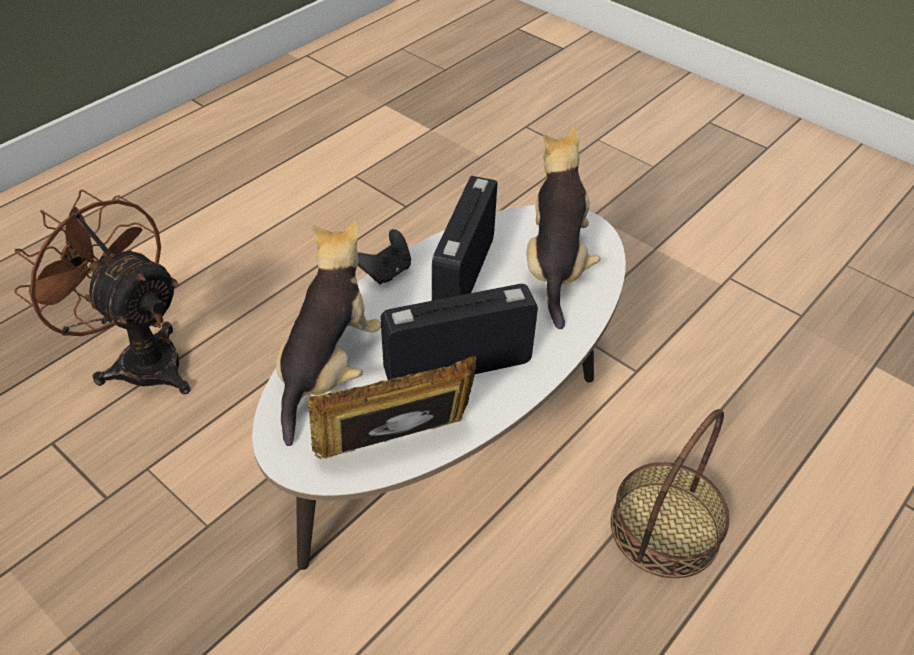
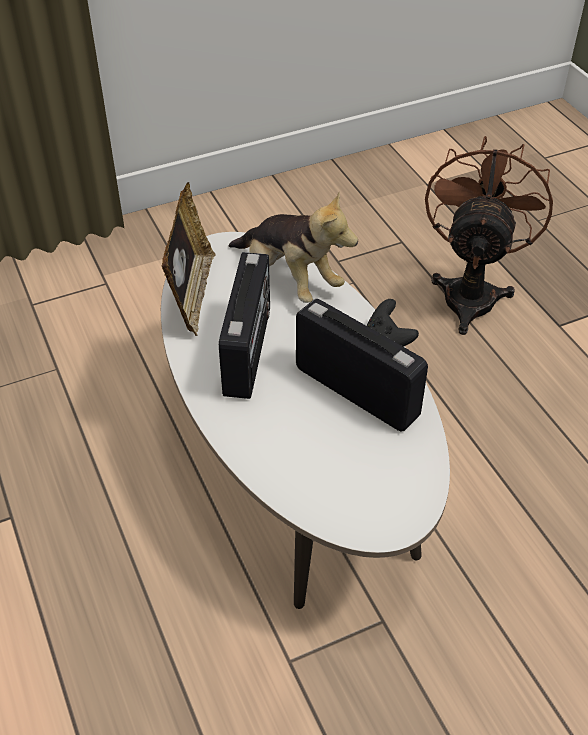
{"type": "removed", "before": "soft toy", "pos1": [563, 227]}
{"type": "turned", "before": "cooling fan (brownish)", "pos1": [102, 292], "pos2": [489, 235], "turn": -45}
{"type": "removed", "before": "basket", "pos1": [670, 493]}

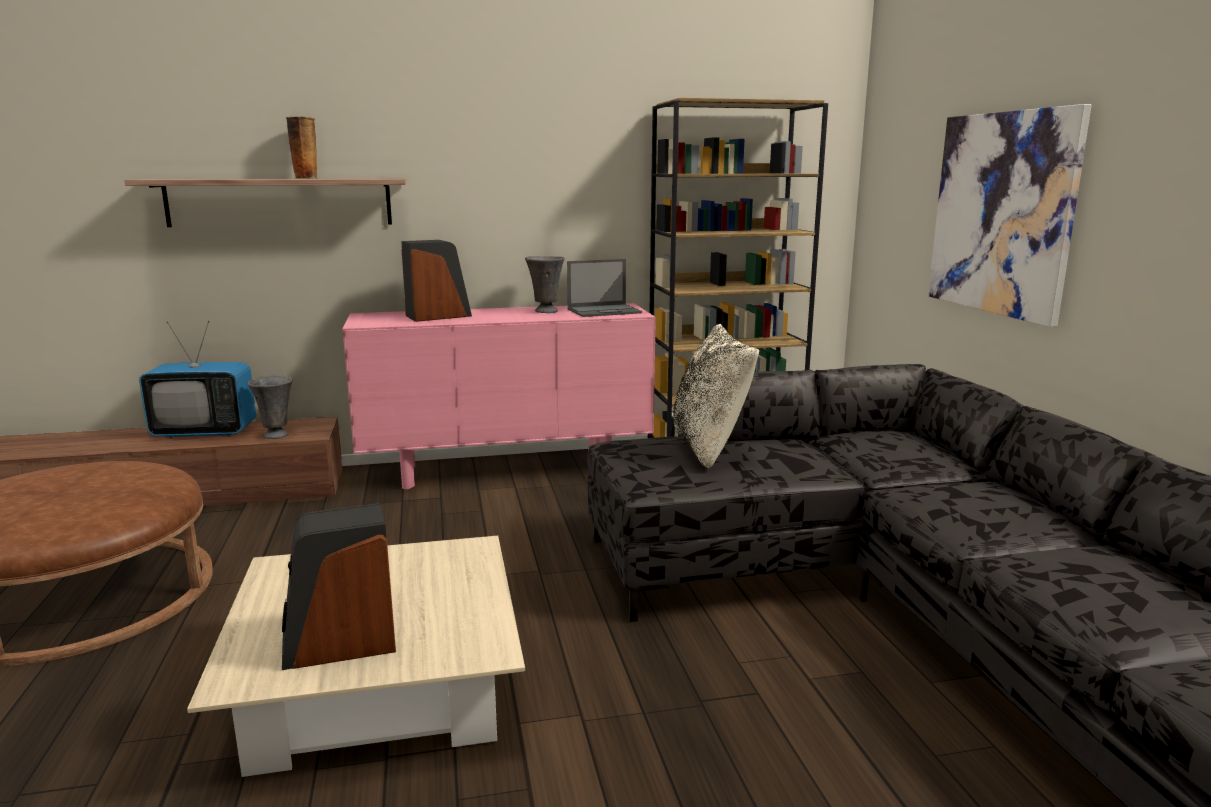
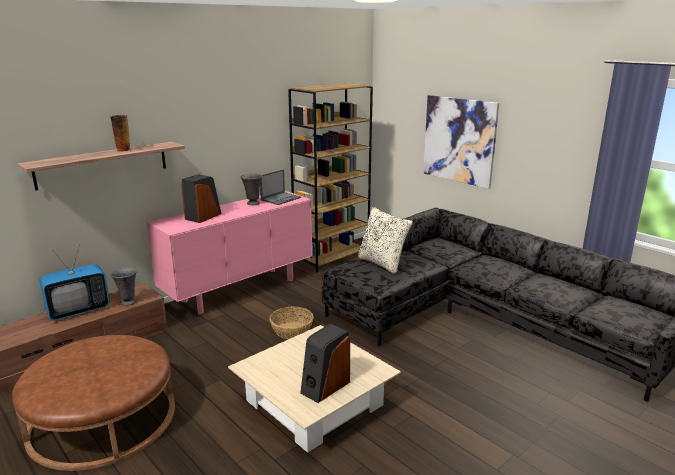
{"type": "added", "after": "basket", "pos2": [292, 323]}

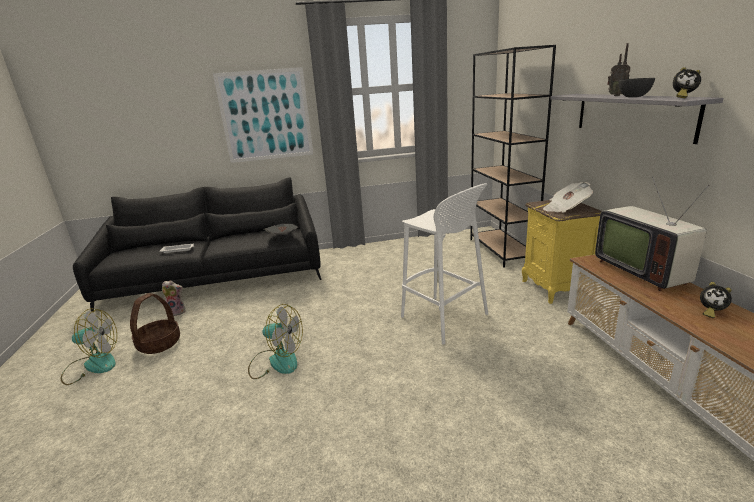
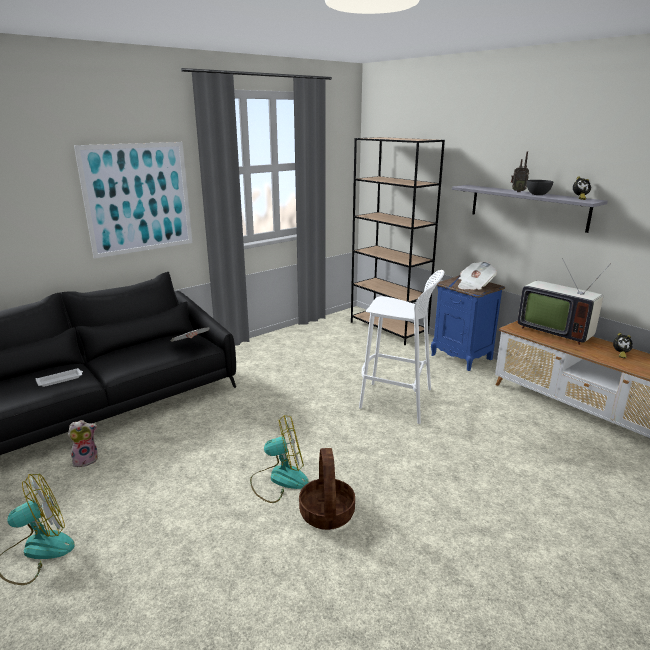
{"type": "recoloured", "before": "night table (yellowish)", "after": "night table (blue-coloured)", "pos1": [562, 252], "pos2": [468, 323]}
{"type": "moved", "before": "basket", "pos1": [155, 323], "pos2": [327, 489]}

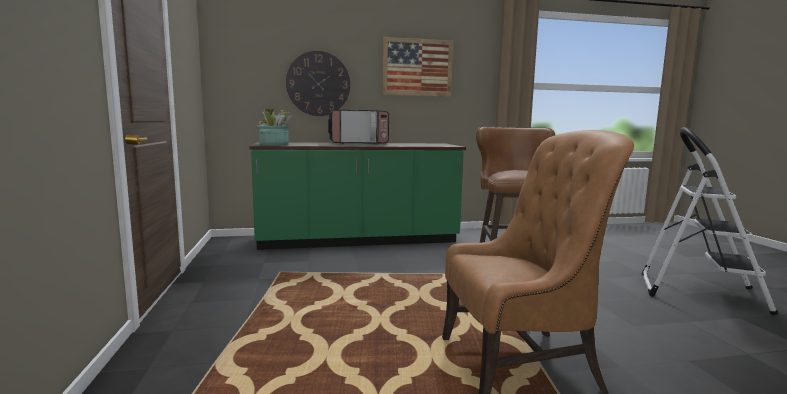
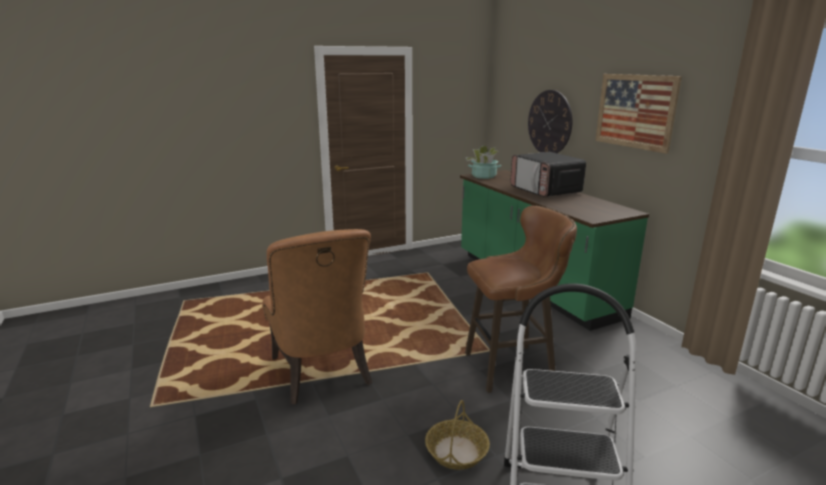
{"type": "added", "after": "basket", "pos2": [457, 435]}

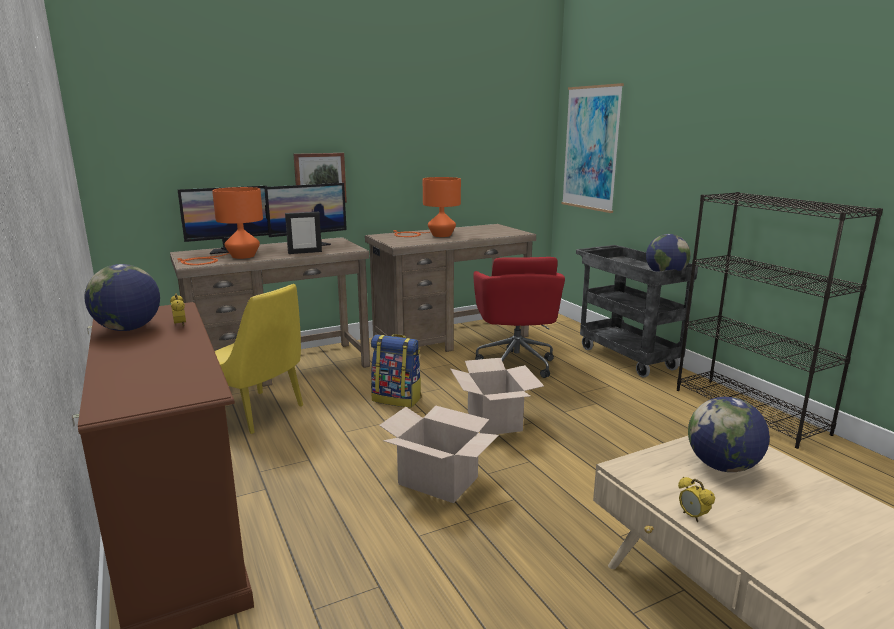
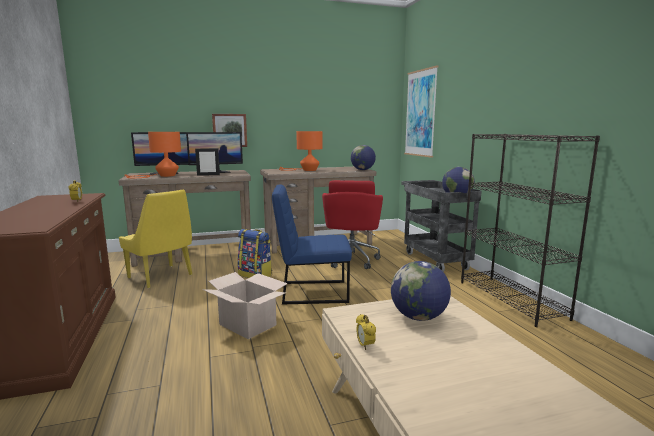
{"type": "moved", "before": "desk globe", "pos1": [122, 297], "pos2": [363, 157]}
{"type": "replaced", "before": "packing box", "after": "chair (blue-coloured)", "pos1": [497, 396], "pos2": [312, 244]}

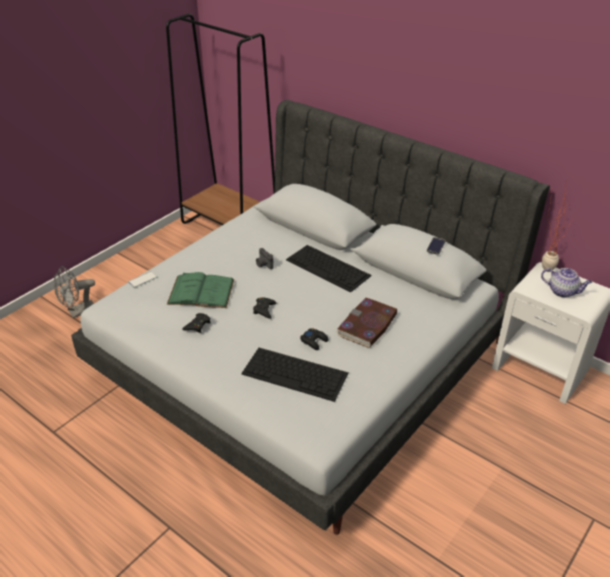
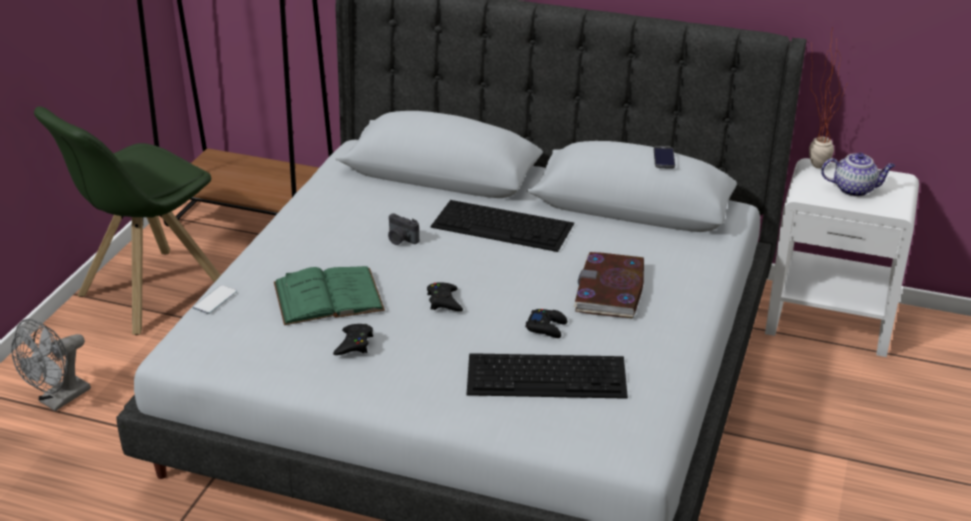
{"type": "added", "after": "chair (greenish)", "pos2": [127, 220]}

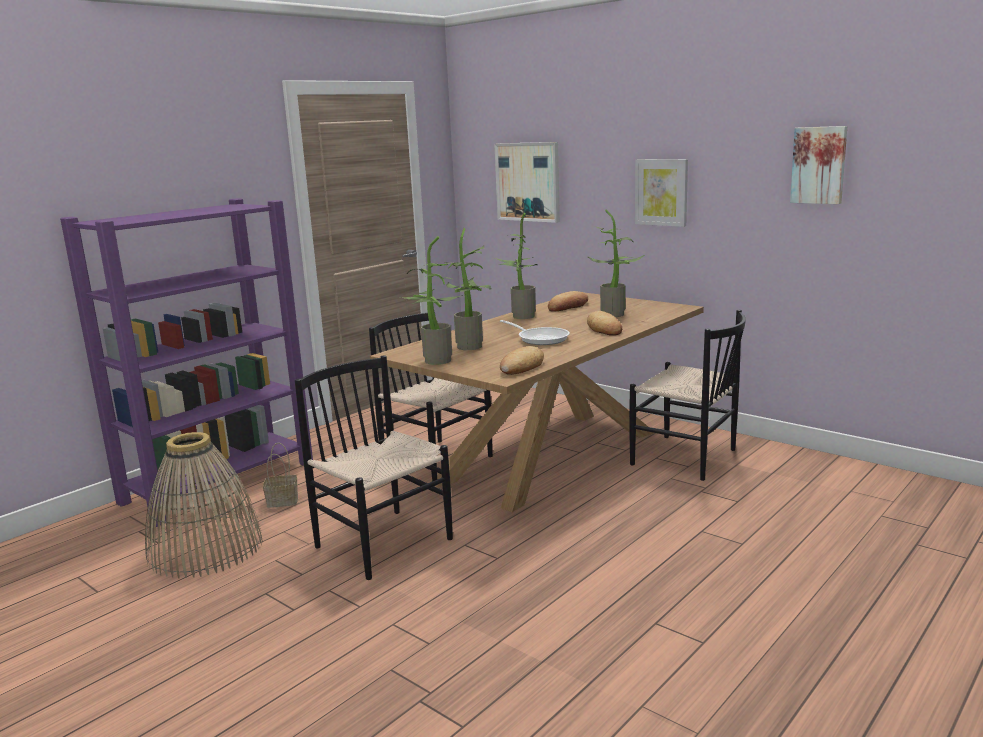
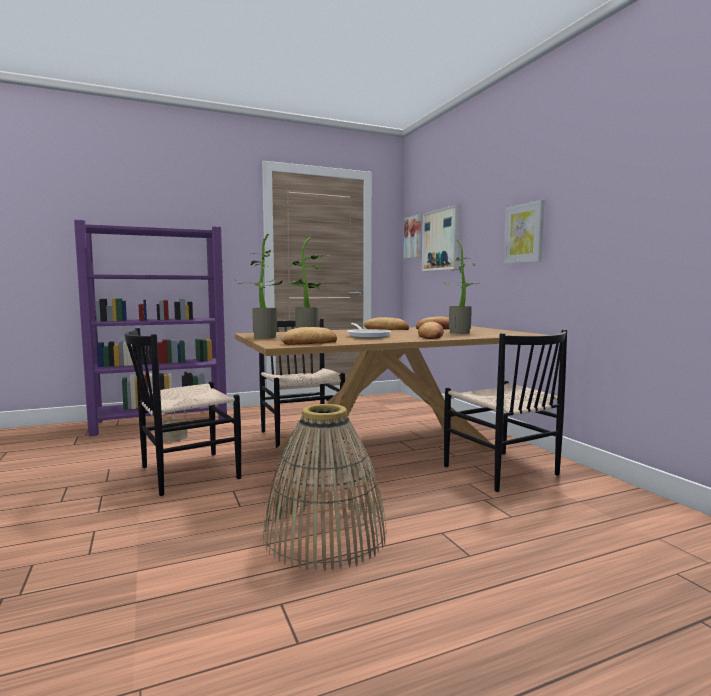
{"type": "moved", "before": "wall art", "pos1": [818, 165], "pos2": [412, 237]}
{"type": "replaced", "before": "houseplant", "after": "baked bread", "pos1": [516, 266], "pos2": [386, 323]}
{"type": "turned", "before": "chair (black)", "pos1": [374, 467], "pos2": [183, 412], "turn": -105}
{"type": "moved", "before": "basket", "pos1": [204, 505], "pos2": [325, 487]}

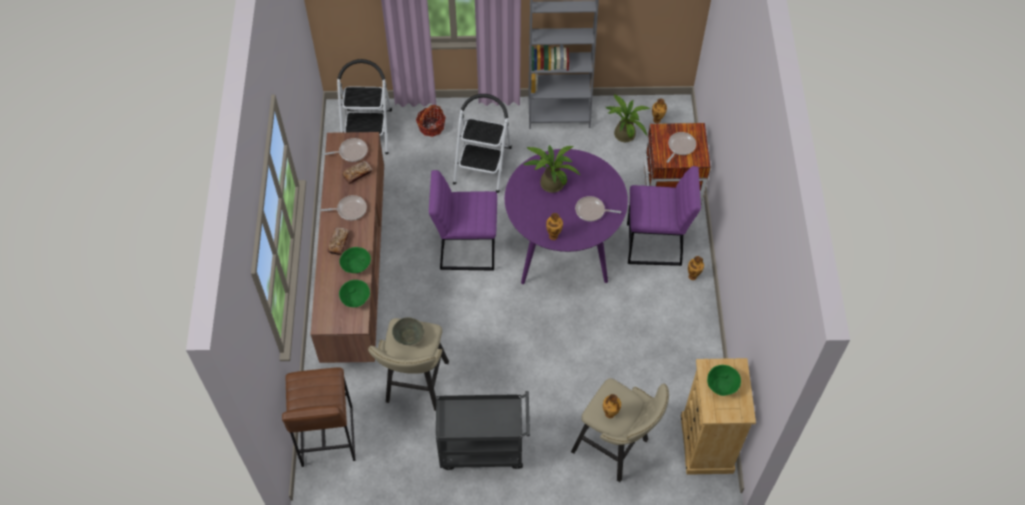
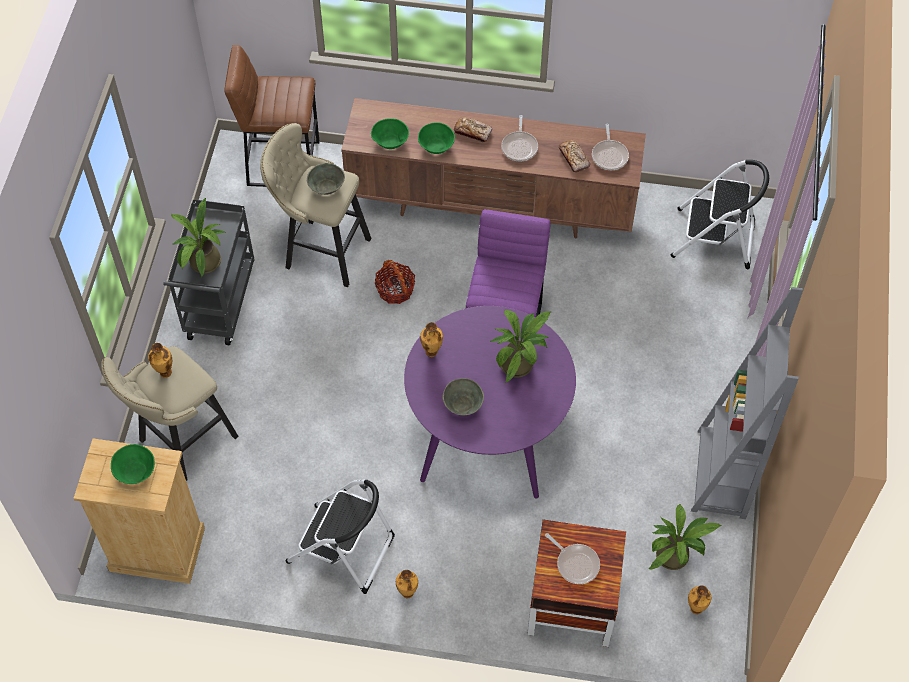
{"type": "moved", "before": "step stool", "pos1": [482, 143], "pos2": [340, 537]}
{"type": "moved", "before": "basket", "pos1": [431, 121], "pos2": [395, 282]}
{"type": "removed", "before": "chair (purple-coloured)", "pos1": [664, 216]}
{"type": "replaced", "before": "skillet", "after": "bowl (gray)", "pos1": [598, 209], "pos2": [463, 396]}
{"type": "added", "after": "houseplant", "pos2": [198, 237]}

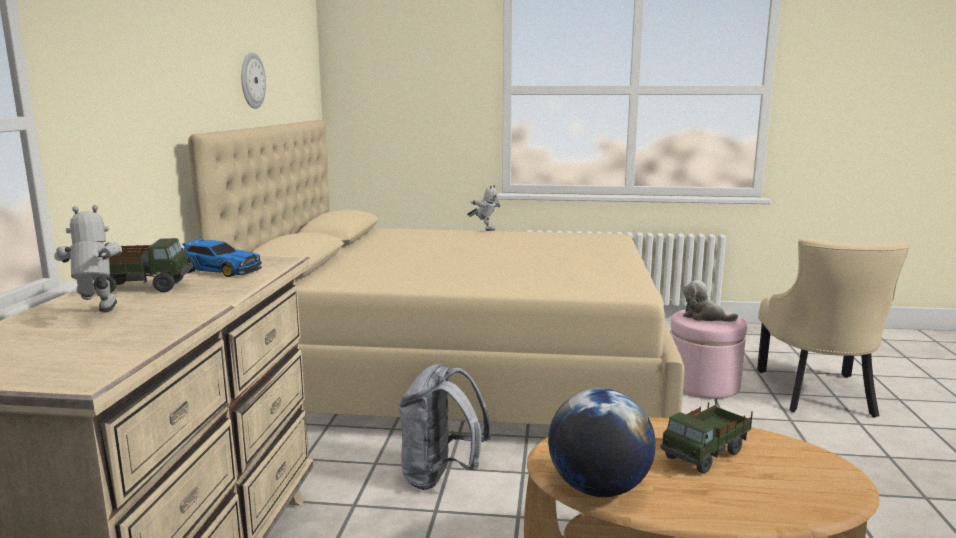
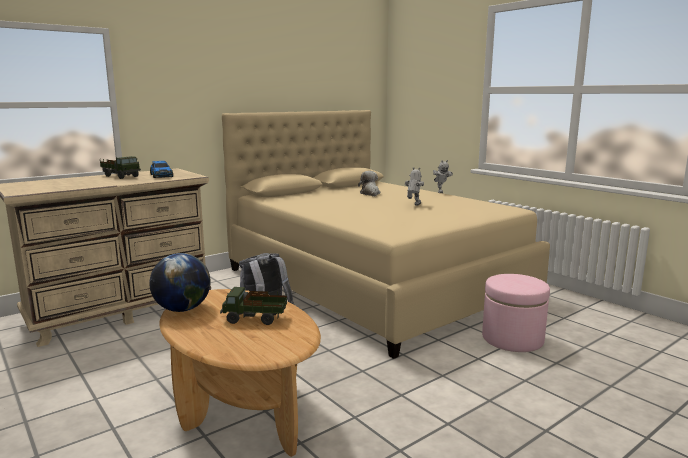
{"type": "removed", "before": "wall clock", "pos1": [253, 80]}
{"type": "moved", "before": "robot figure", "pos1": [87, 258], "pos2": [414, 186]}
{"type": "removed", "before": "chair (beige)", "pos1": [834, 328]}
{"type": "moved", "before": "soft toy", "pos1": [710, 301], "pos2": [369, 183]}

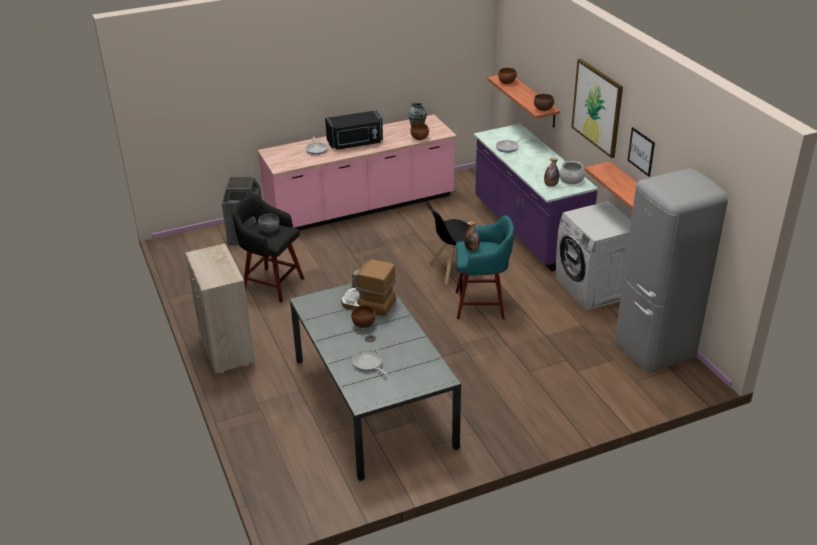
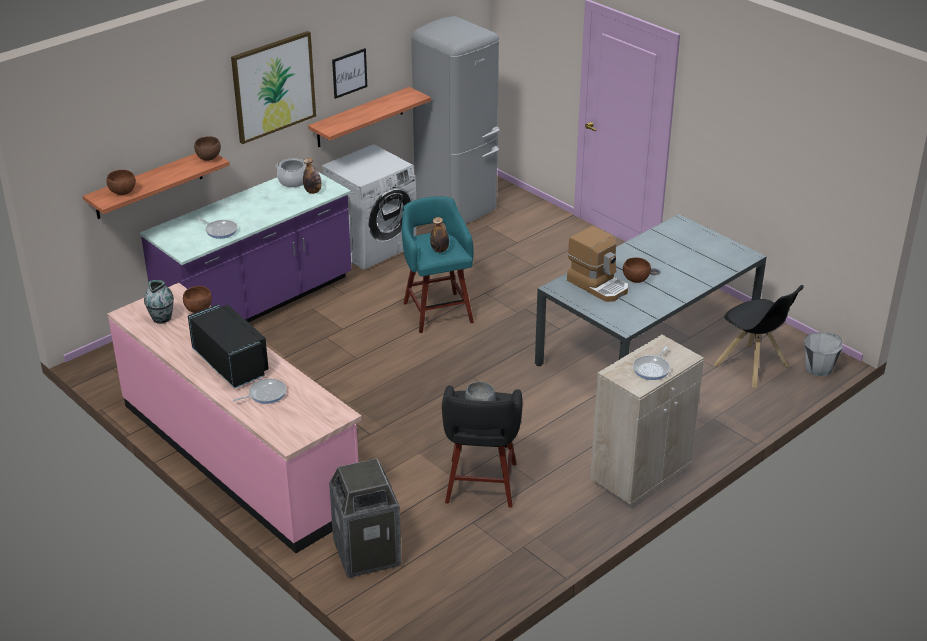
{"type": "moved", "before": "chair (black)", "pos1": [453, 243], "pos2": [759, 336]}
{"type": "turned", "before": "coffee brewer", "pos1": [368, 287], "pos2": [597, 264], "turn": -45}
{"type": "moved", "before": "skillet", "pos1": [369, 362], "pos2": [651, 363]}
{"type": "added", "after": "pail (gray)", "pos2": [823, 354]}

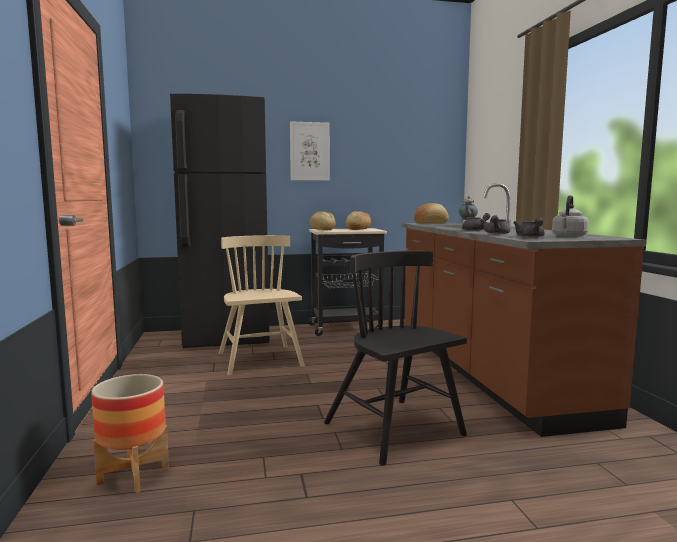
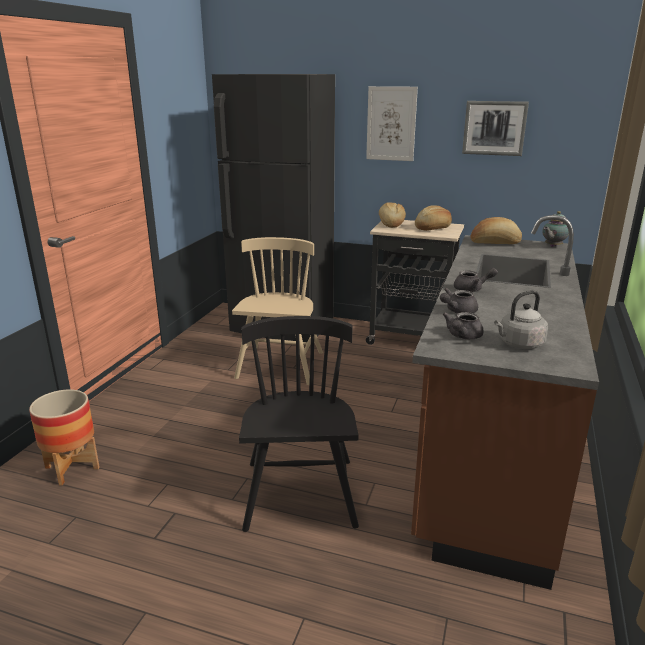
{"type": "added", "after": "wall art", "pos2": [495, 128]}

